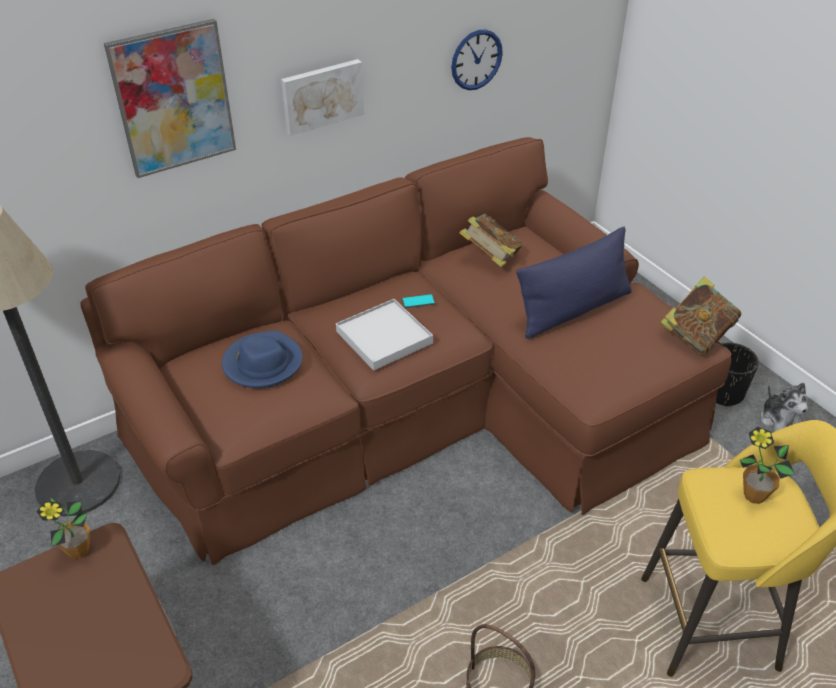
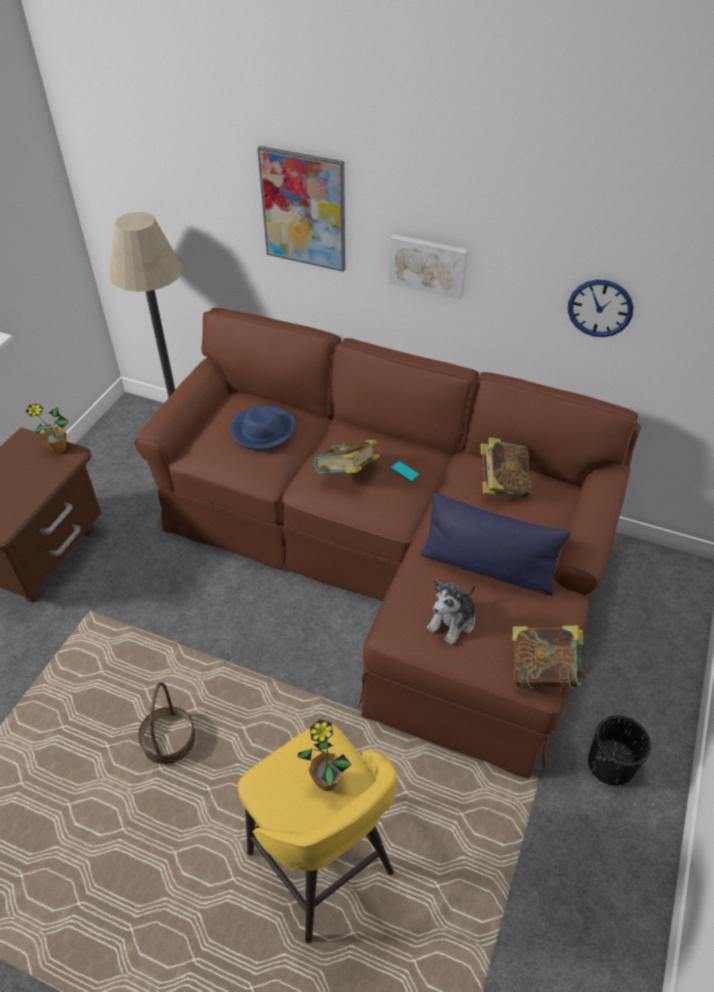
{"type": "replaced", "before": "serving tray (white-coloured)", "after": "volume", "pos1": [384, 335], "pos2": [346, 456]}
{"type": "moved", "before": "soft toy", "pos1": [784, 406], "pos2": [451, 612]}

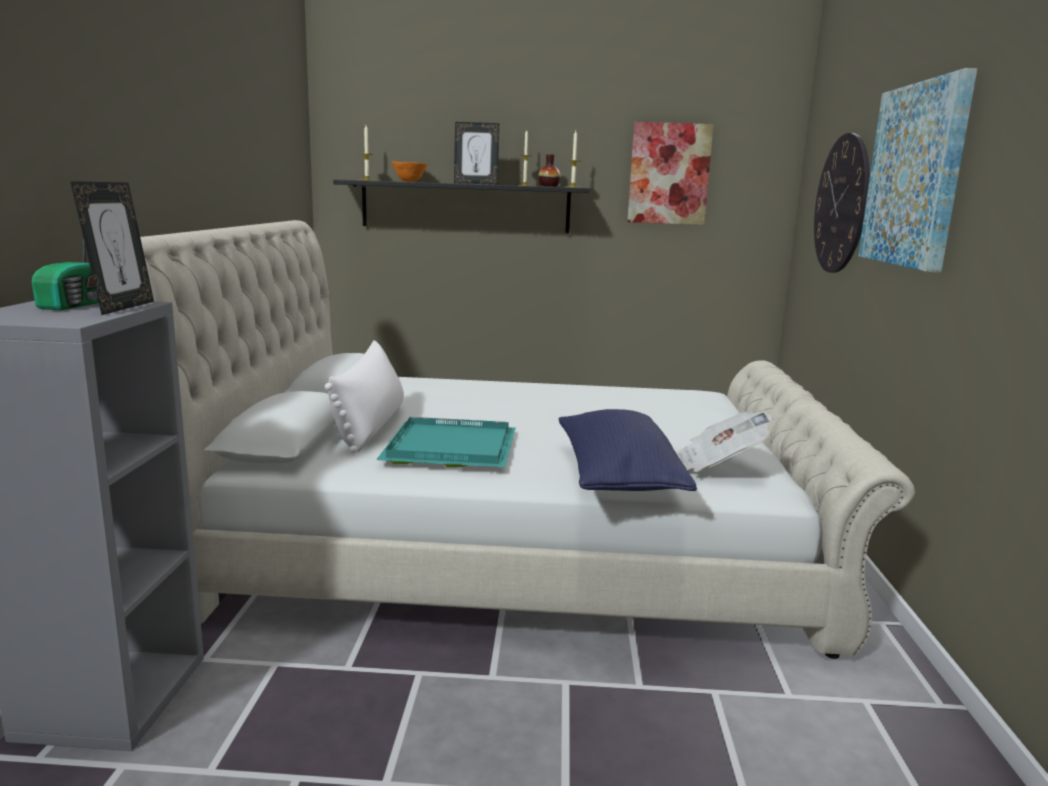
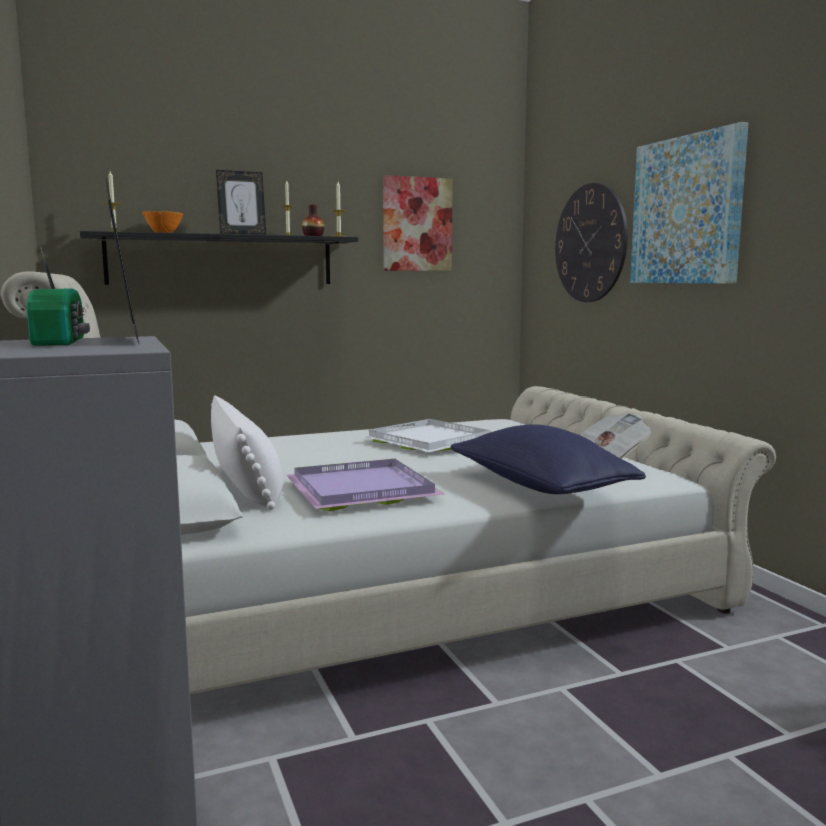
{"type": "recoloured", "before": "serving tray (turquoise-coloured)", "after": "serving tray (purple-coloured)", "pos1": [445, 442], "pos2": [365, 485]}
{"type": "added", "after": "serving tray (white-coloured)", "pos2": [426, 435]}

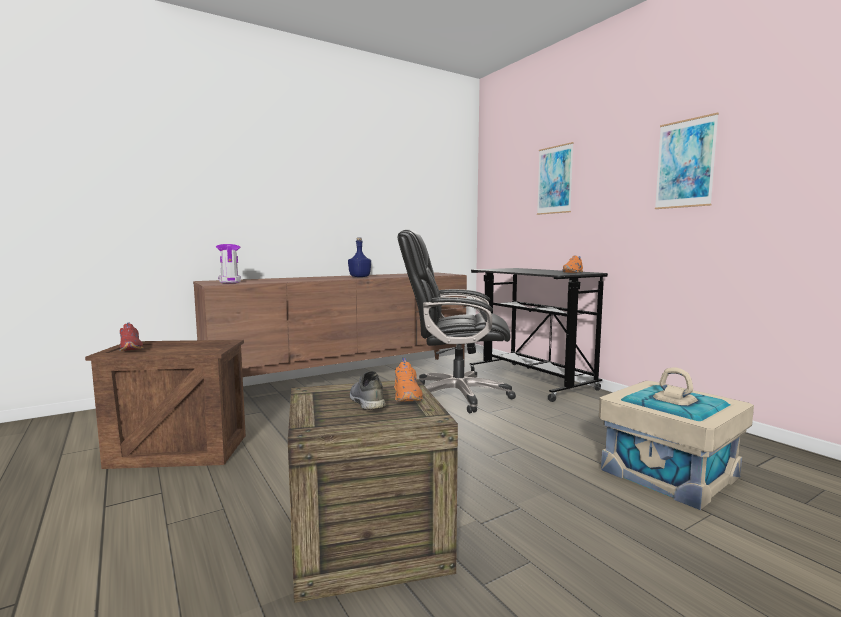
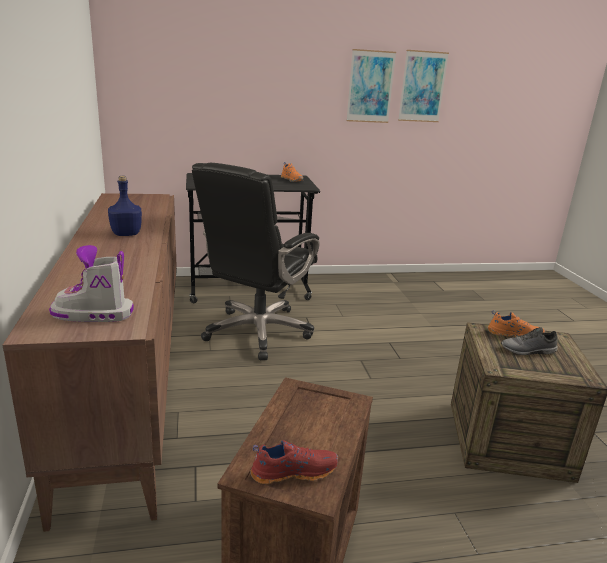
{"type": "moved", "before": "wall art", "pos1": [555, 178], "pos2": [423, 86]}
{"type": "removed", "before": "storage container (beige)", "pos1": [676, 439]}

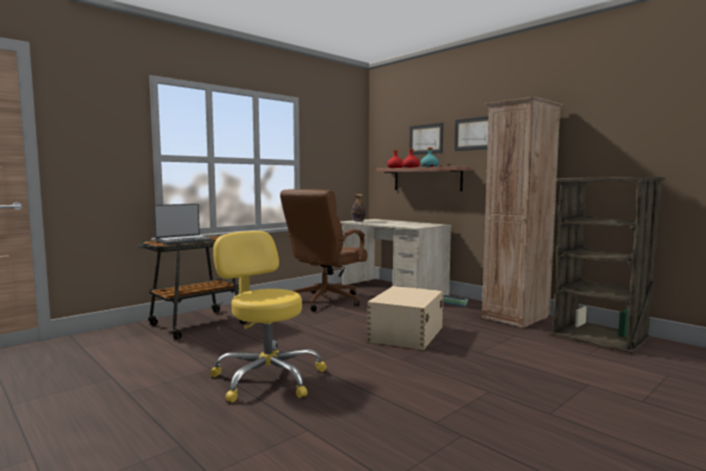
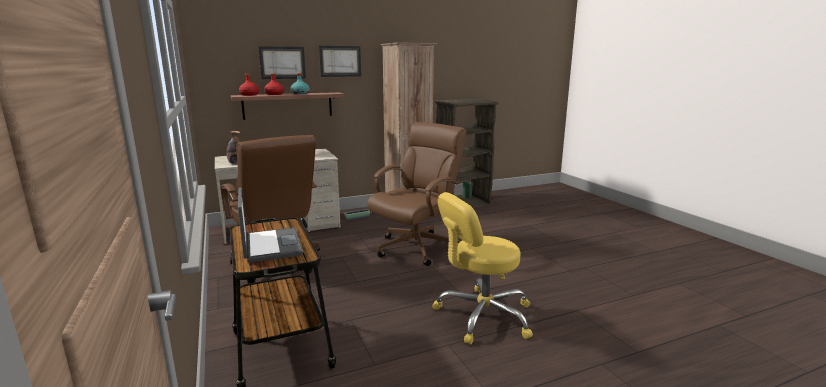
{"type": "replaced", "before": "storage container (beige)", "after": "computer chair (brownish)", "pos1": [405, 318], "pos2": [416, 194]}

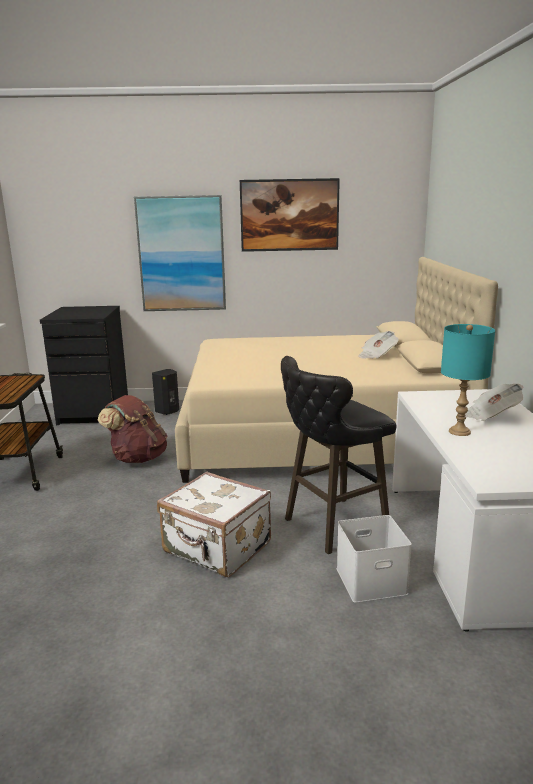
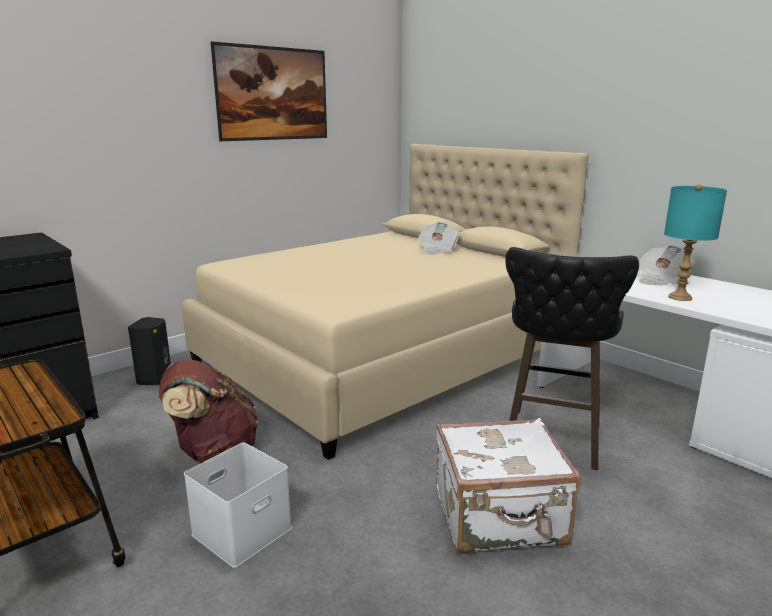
{"type": "removed", "before": "wall art", "pos1": [180, 253]}
{"type": "moved", "before": "storage container (white-coloured)", "pos1": [374, 559], "pos2": [238, 505]}

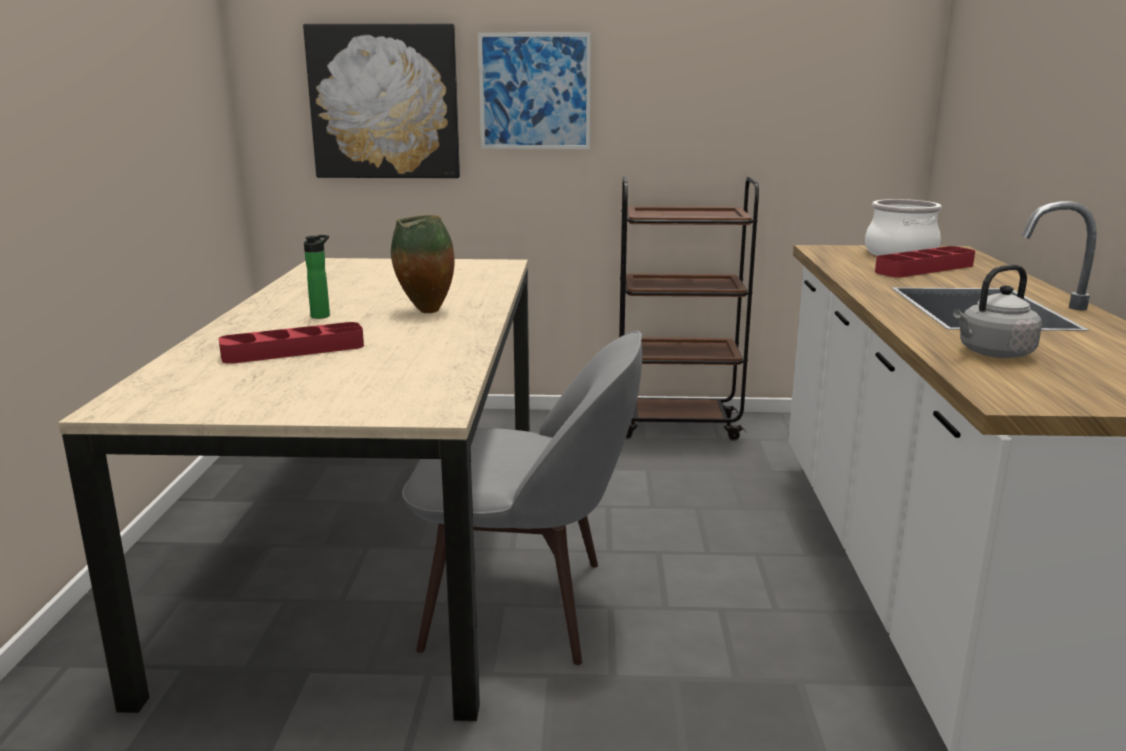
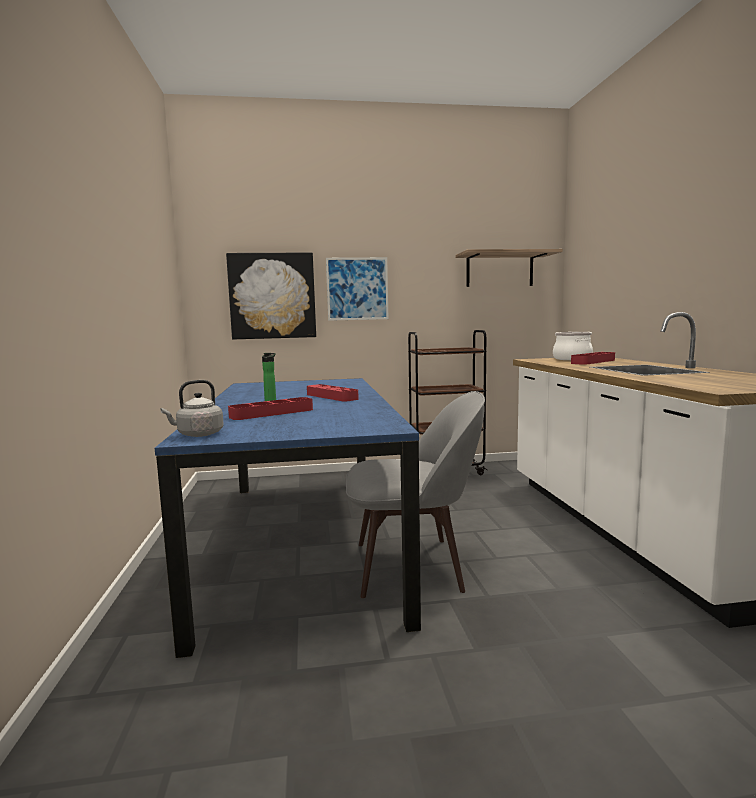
{"type": "replaced", "before": "decorative vase", "after": "serving tray (reddish)", "pos1": [423, 264], "pos2": [333, 392]}
{"type": "recoloured", "before": "dinner table (beige)", "after": "dinner table (blue-coloured)", "pos1": [294, 489], "pos2": [288, 518]}
{"type": "moved", "before": "water kettle (gray)", "pos1": [997, 311], "pos2": [192, 408]}
{"type": "added", "after": "shelf", "pos2": [509, 268]}

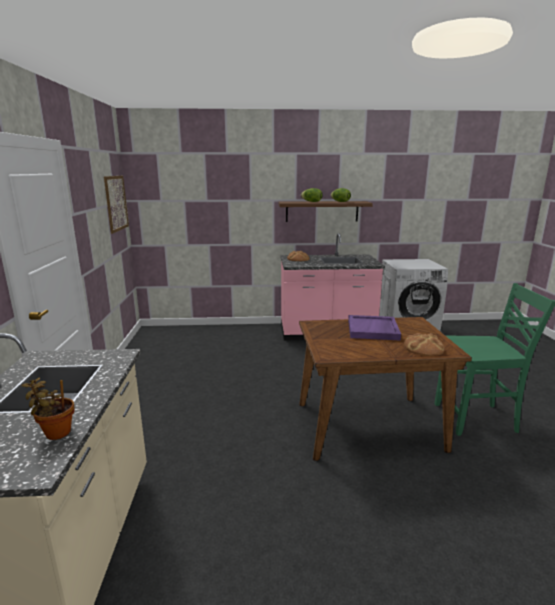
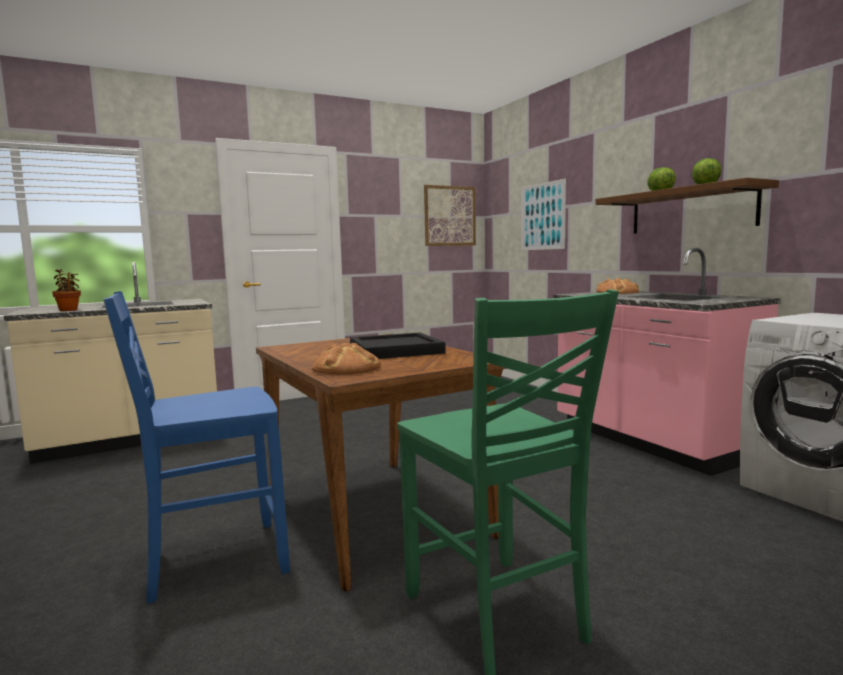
{"type": "recoloured", "before": "serving tray (purple-coloured)", "after": "serving tray (black)", "pos1": [374, 328], "pos2": [398, 345]}
{"type": "added", "after": "wall art", "pos2": [543, 214]}
{"type": "added", "after": "chair (blue-coloured)", "pos2": [196, 447]}

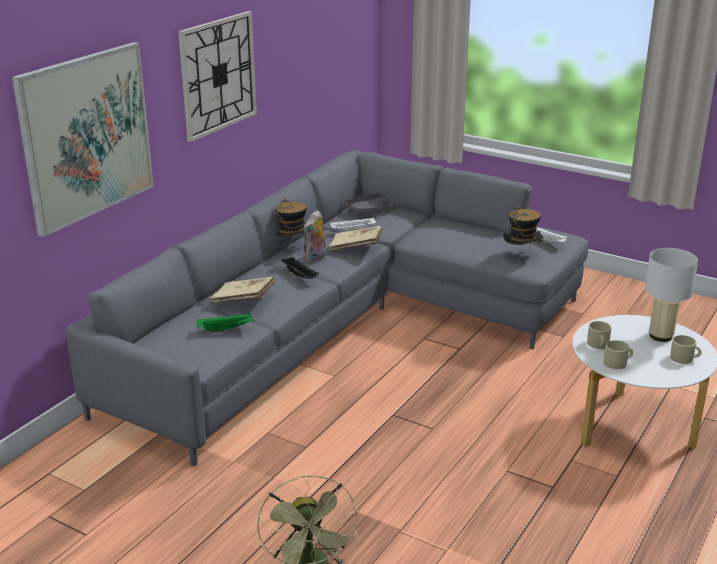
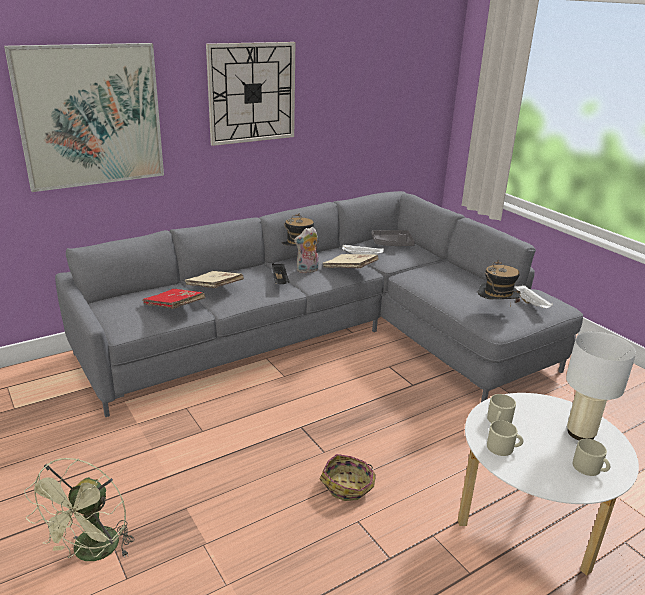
{"type": "replaced", "before": "serving tray (greenish)", "after": "volume (reddish)", "pos1": [225, 322], "pos2": [173, 299]}
{"type": "added", "after": "basket", "pos2": [348, 477]}

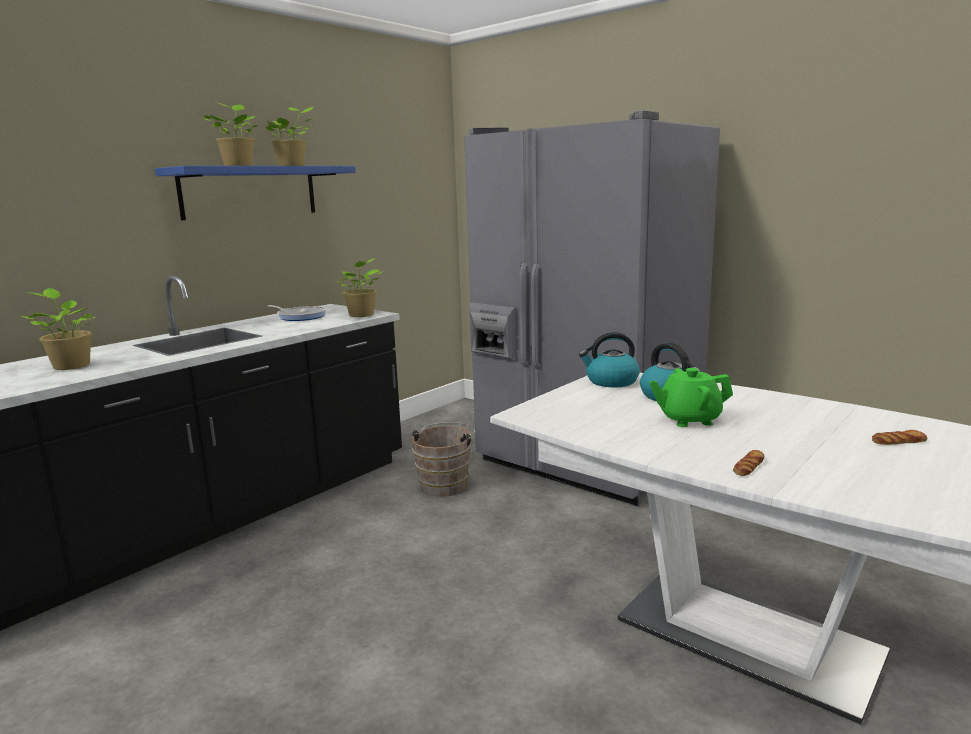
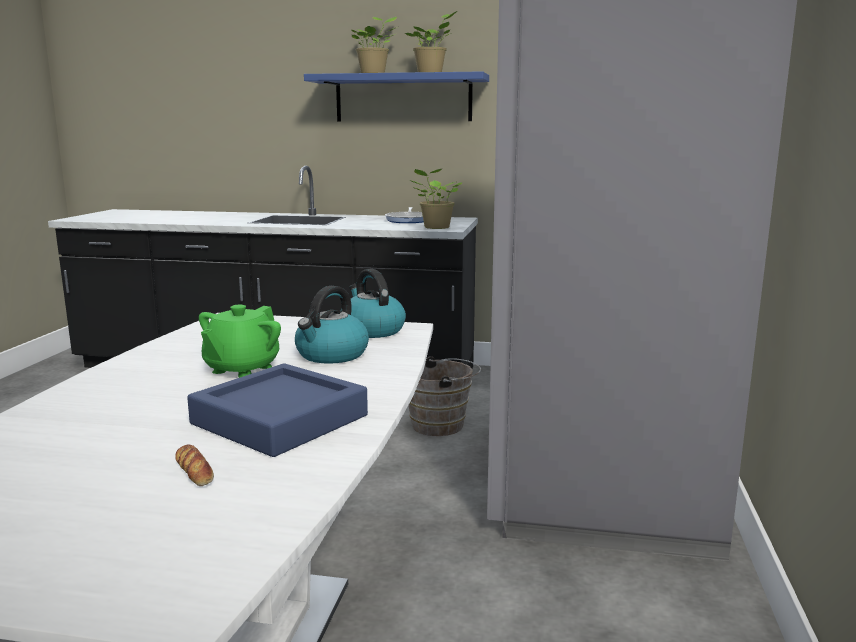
{"type": "removed", "before": "houseplant", "pos1": [57, 329]}
{"type": "turned", "before": "tea pot (greenish)", "pos1": [691, 397], "pos2": [240, 341], "turn": -120}
{"type": "removed", "before": "baked bread", "pos1": [749, 463]}
{"type": "added", "after": "serving tray (blue-coloured)", "pos2": [277, 410]}

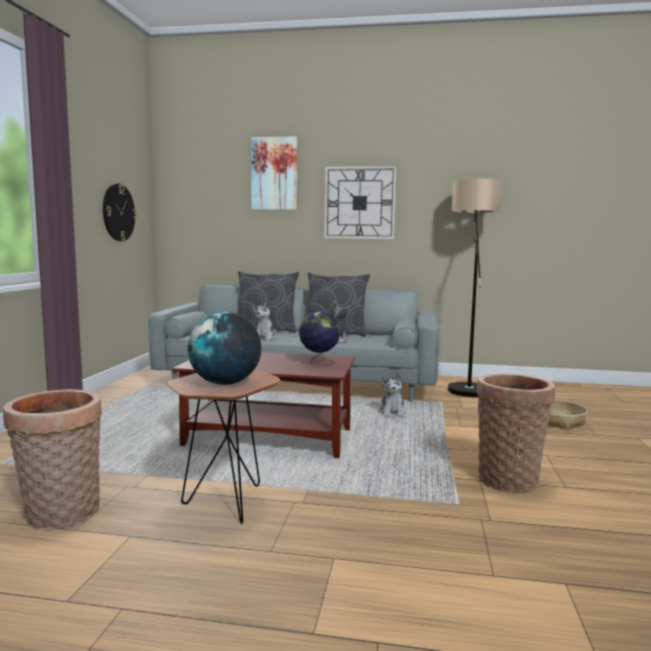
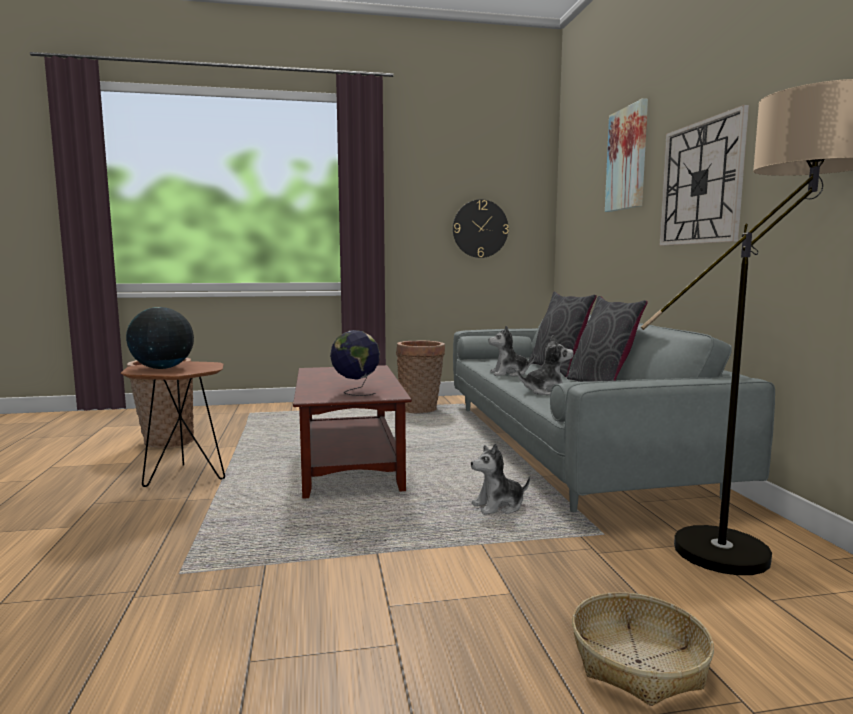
{"type": "moved", "before": "basket", "pos1": [516, 433], "pos2": [420, 376]}

